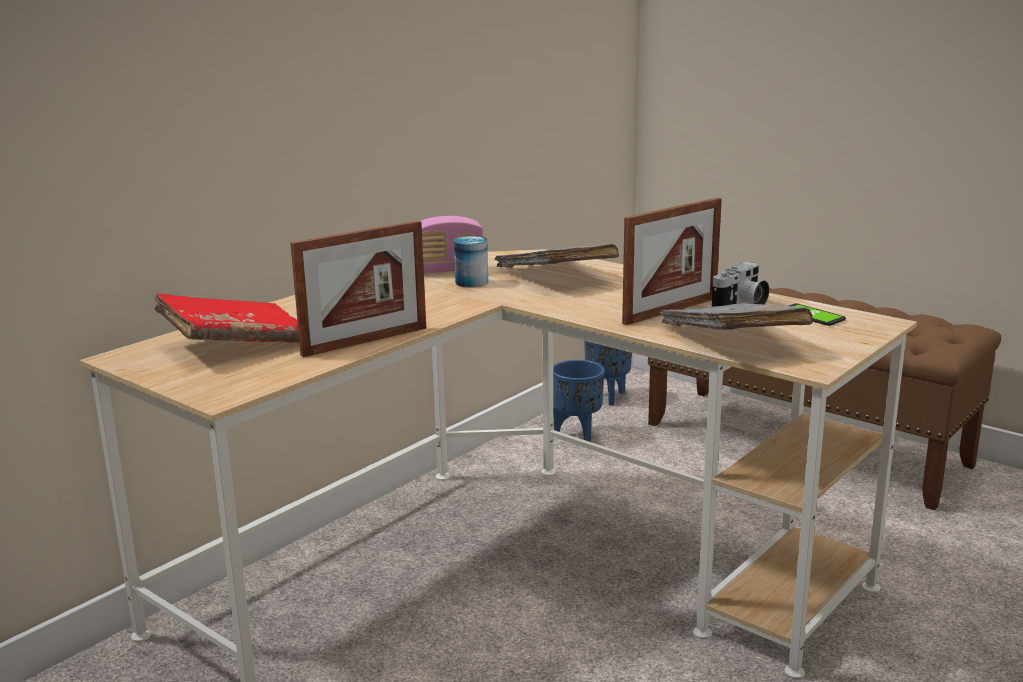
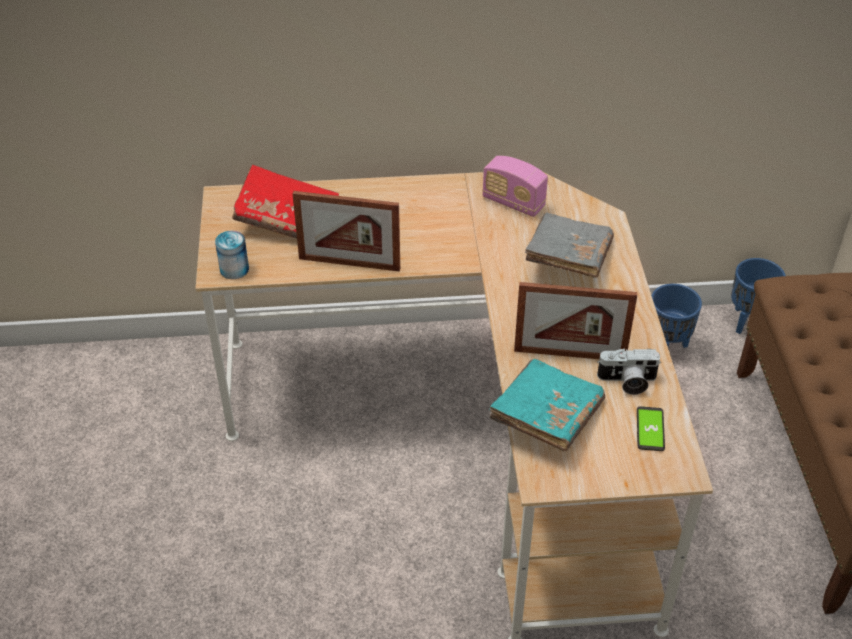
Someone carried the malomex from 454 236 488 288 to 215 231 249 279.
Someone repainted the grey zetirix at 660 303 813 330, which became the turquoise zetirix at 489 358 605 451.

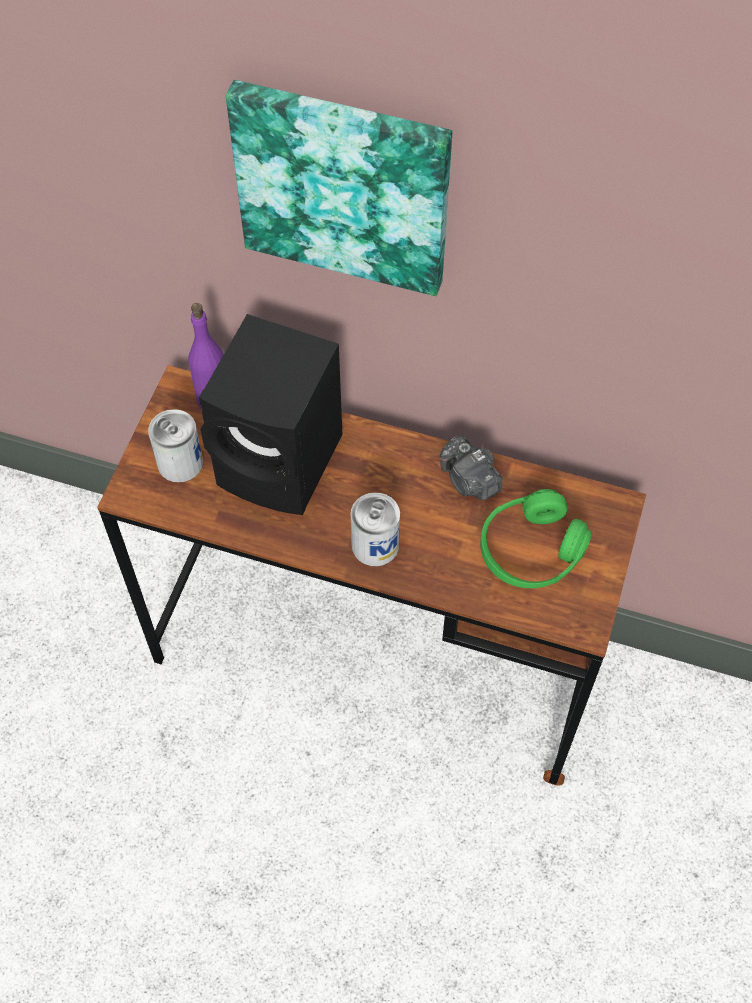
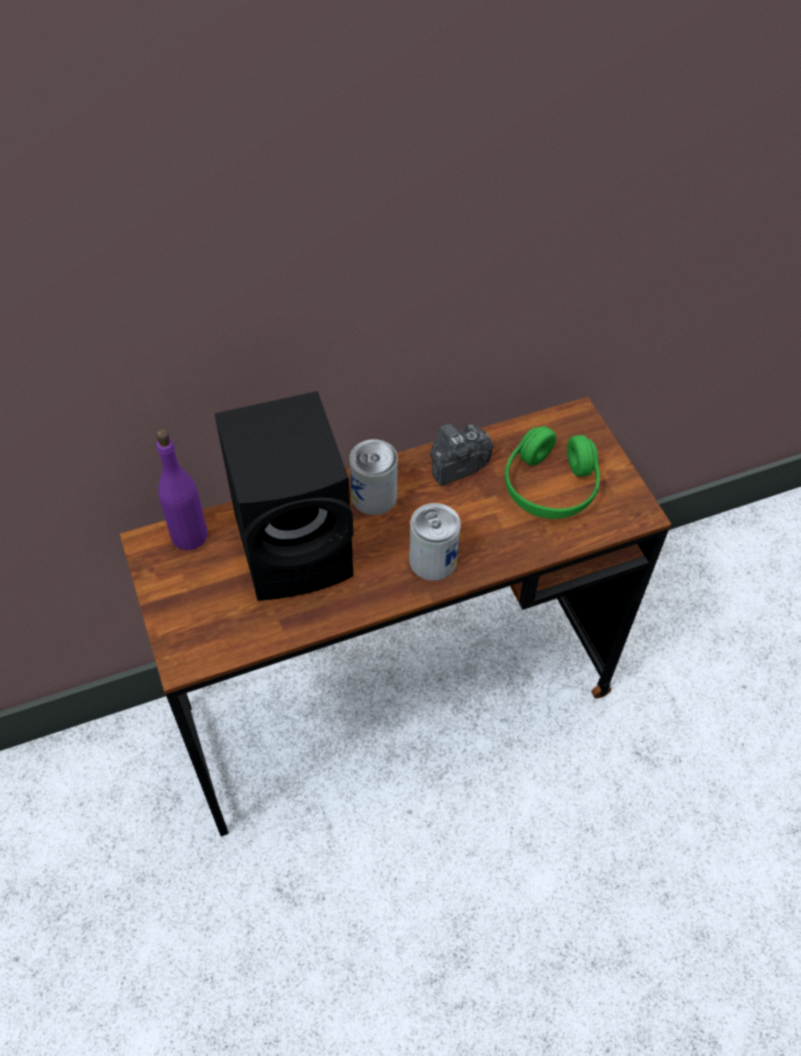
Someone took away the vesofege at 226 80 452 296.
Someone carried the malomex from 148 409 203 483 to 350 439 398 515.
Someone rotated the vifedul at 440 435 502 500 by 135 degrees clockwise.

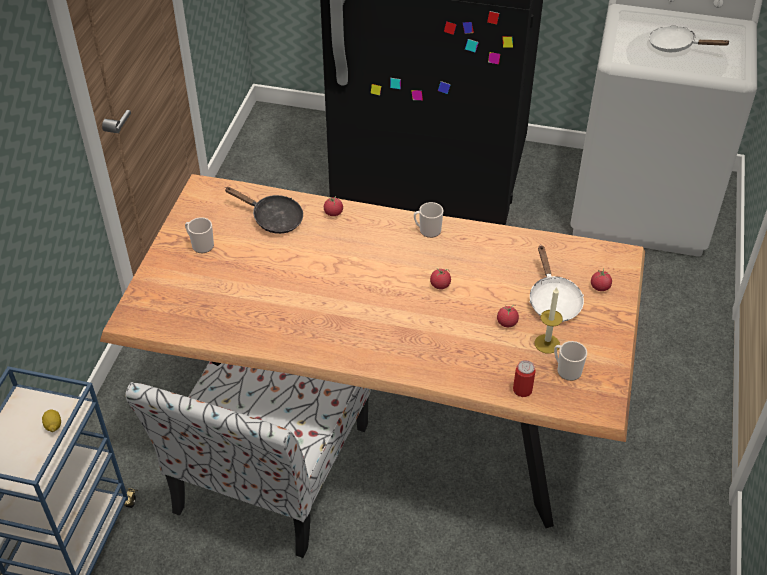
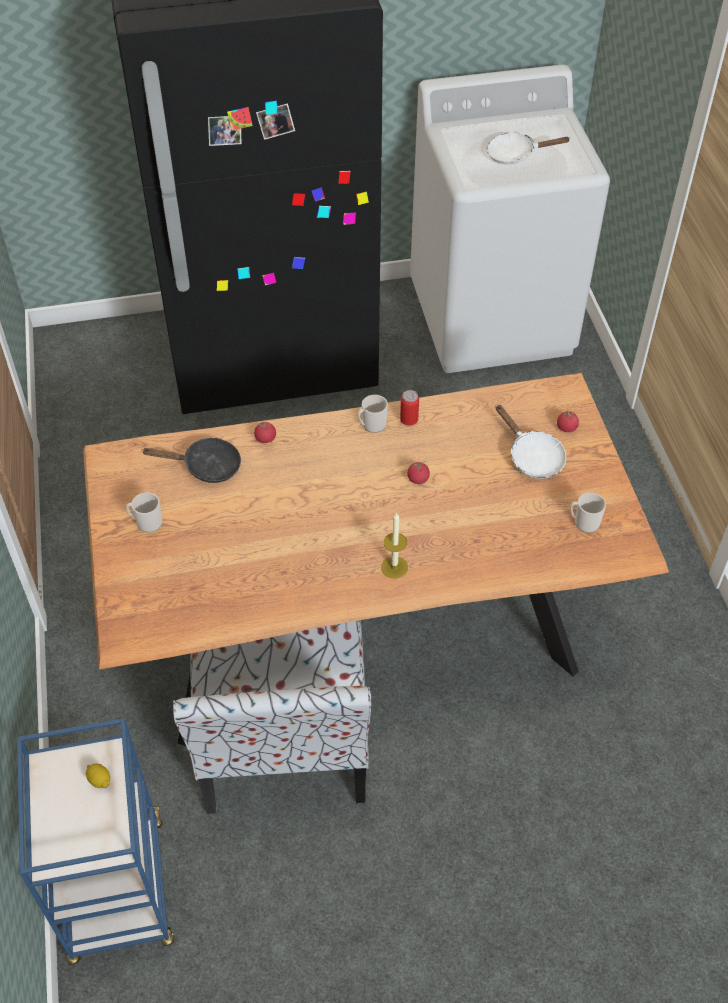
Someone took away the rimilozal at 497 305 519 327.
Someone carried the malomex from 513 360 536 397 to 400 390 419 426.
Someone carried the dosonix from 535 287 563 354 to 381 512 408 578.

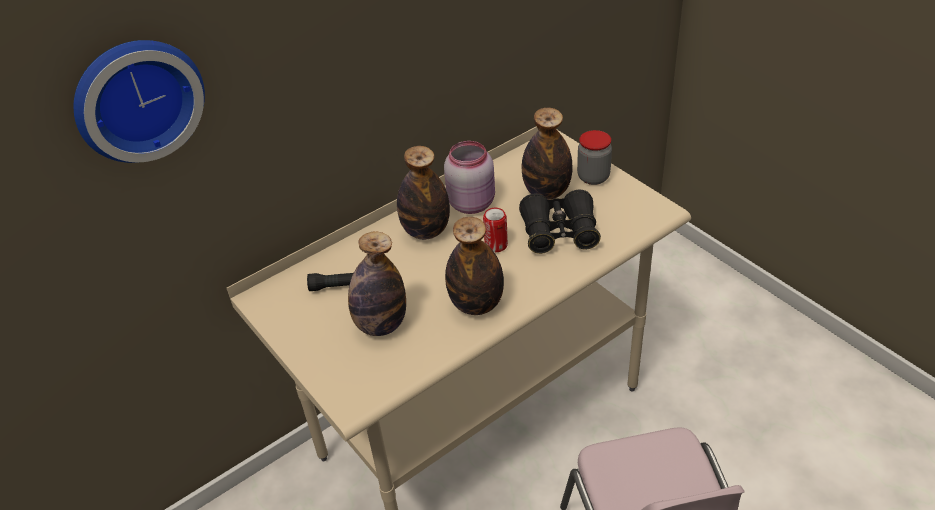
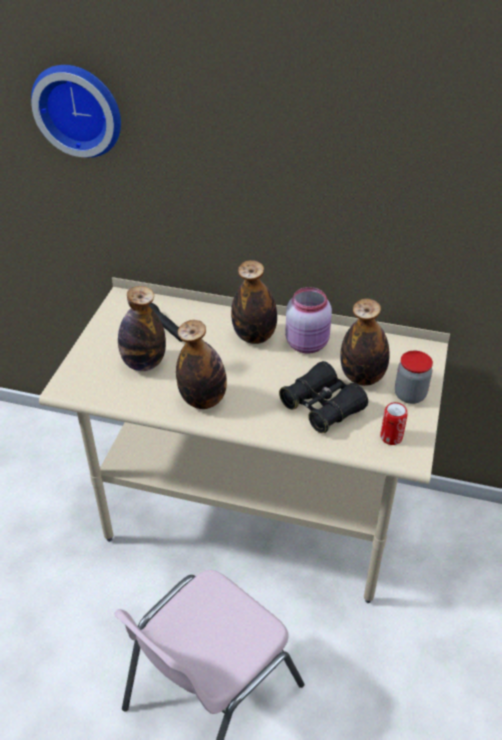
Someone carried the malomex from 483 208 508 252 to 380 402 408 445.

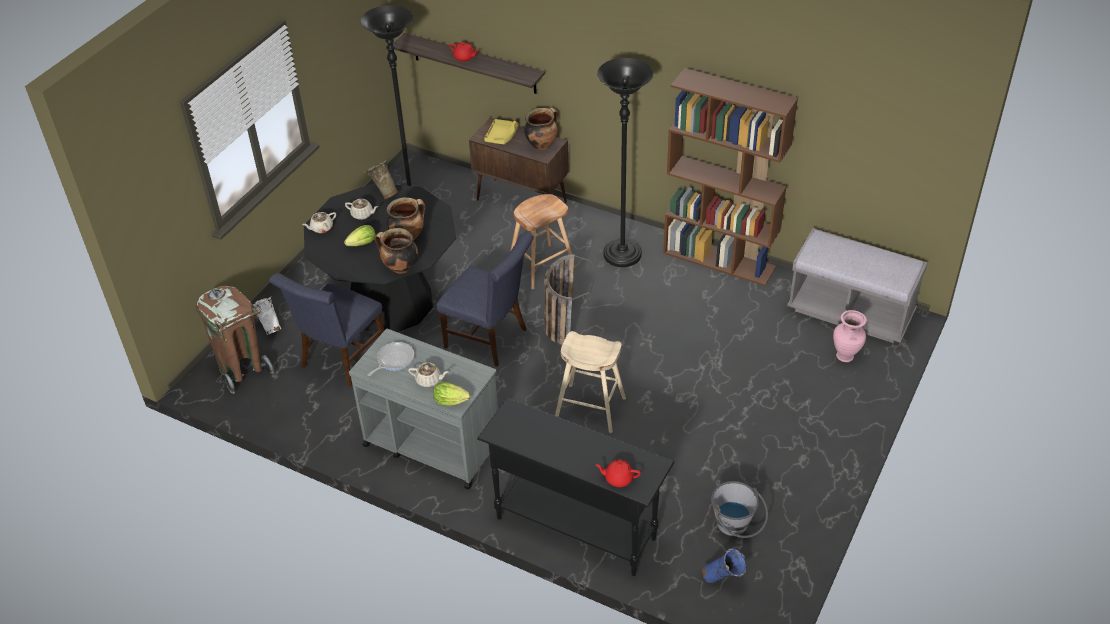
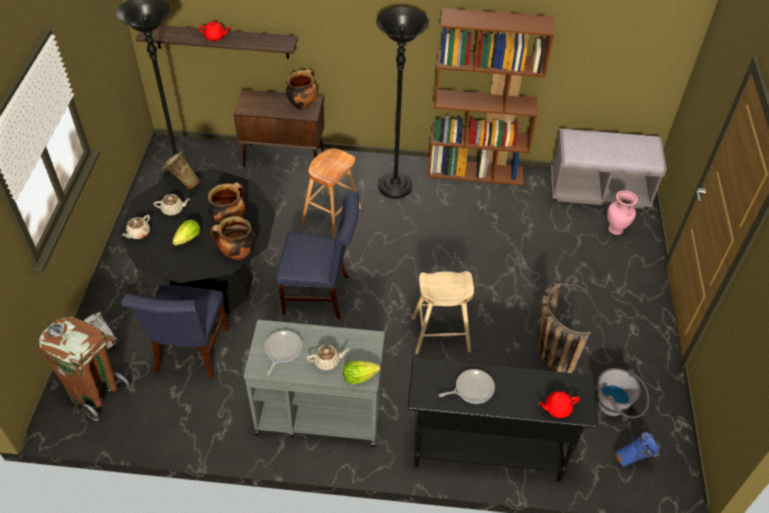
Someone took away the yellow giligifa at 484 119 519 144.
Someone put down the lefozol at 439 369 495 404.
Someone carried the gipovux from 544 254 595 345 to 539 283 602 373.

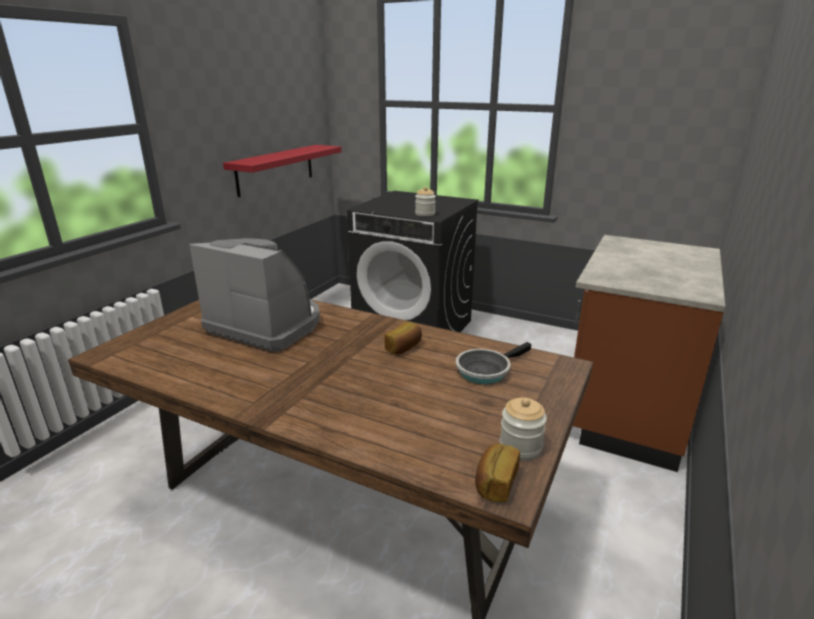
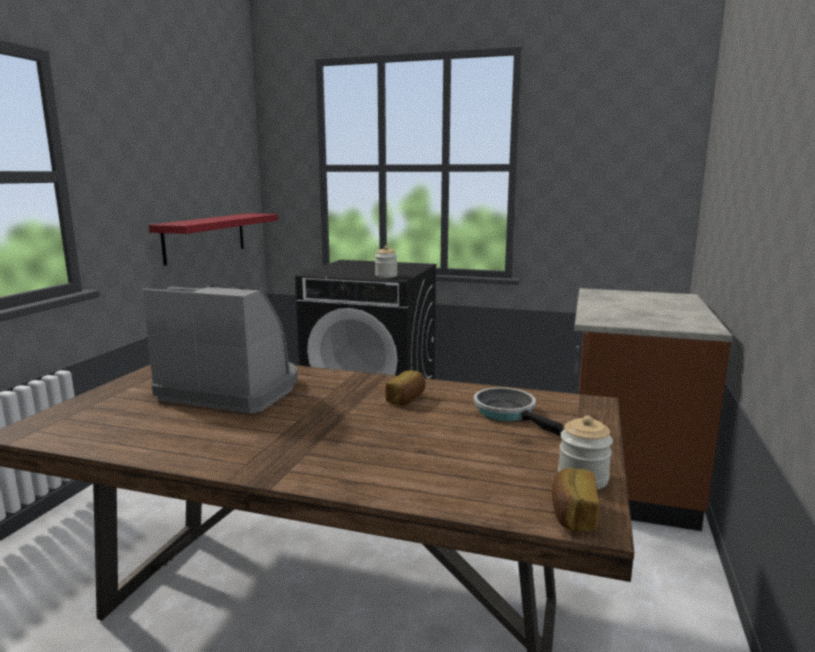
Someone rotated the lefozol at 456 342 531 384 by 105 degrees clockwise.

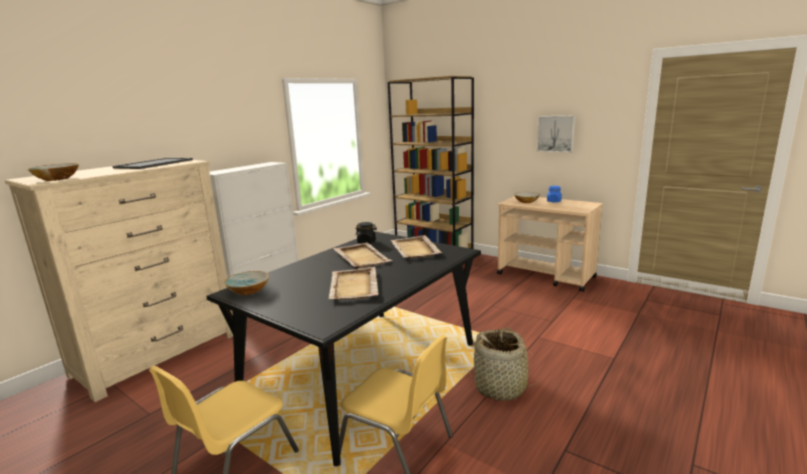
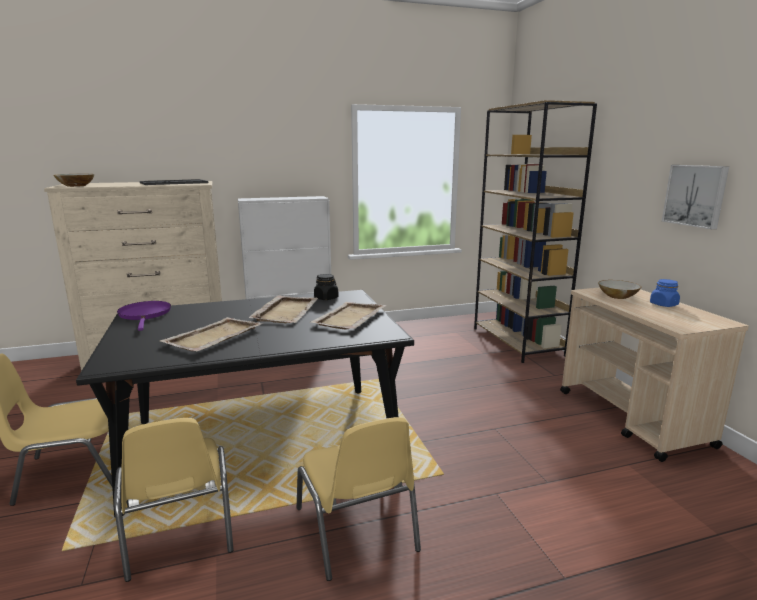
Someone swapped the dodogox at 224 271 269 295 for the purple lefozol at 117 301 171 331.
Someone swapped the gipovux at 468 327 541 401 for the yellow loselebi at 297 417 421 581.

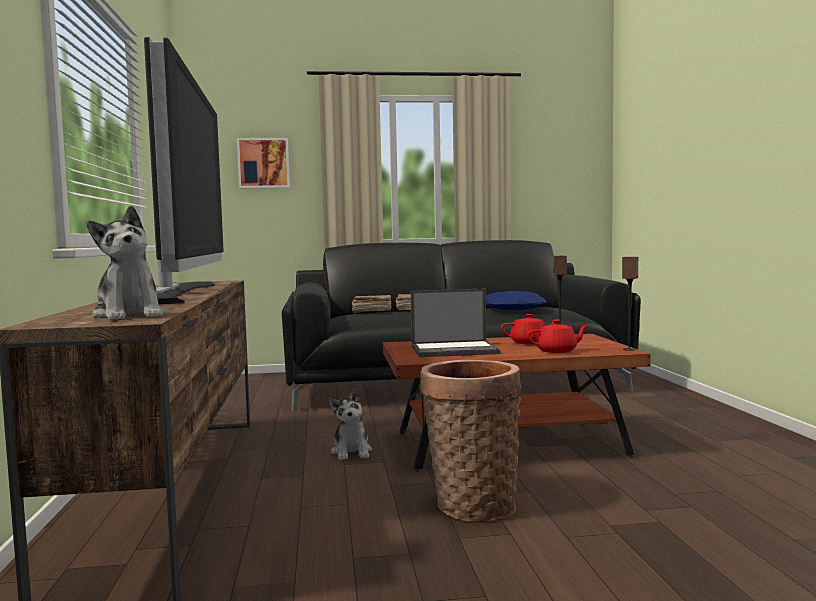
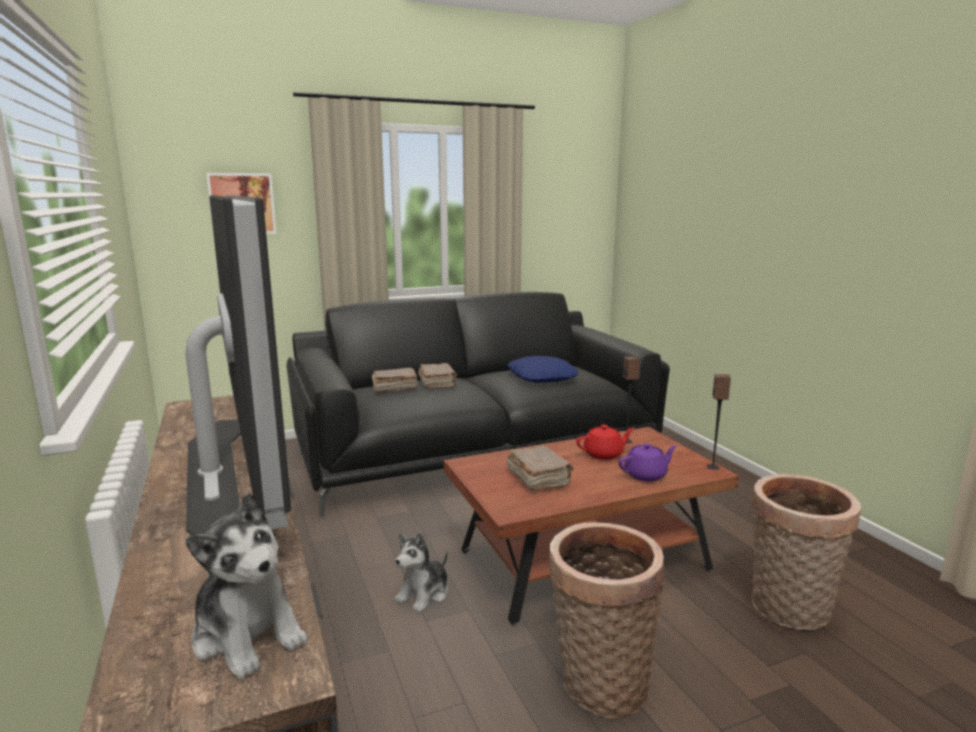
Someone put down the gipovux at 752 474 861 630.
Someone swapped the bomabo at 411 289 500 357 for the brown zetirix at 506 445 574 491.
Someone repainted the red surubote at 527 320 589 353, which became the purple surubote at 618 443 677 482.
Someone rotated the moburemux at 329 389 372 460 by 60 degrees clockwise.

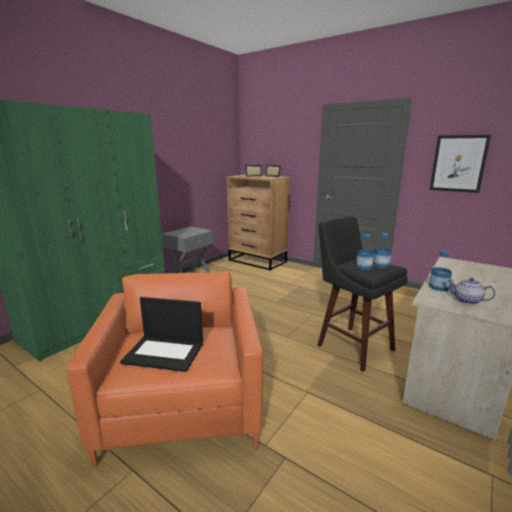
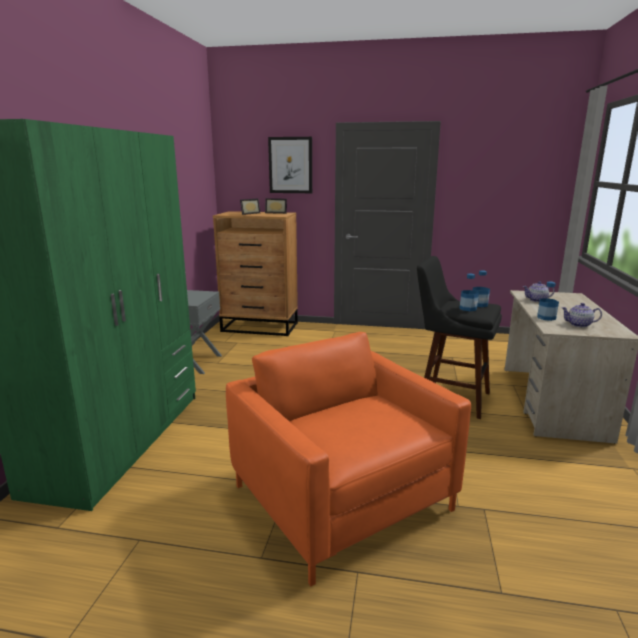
Someone took away the bomabo at 120 297 203 372.
Someone put down the surubote at 523 281 555 302.
Someone carried the vesofege from 430 135 491 193 to 268 137 312 193.

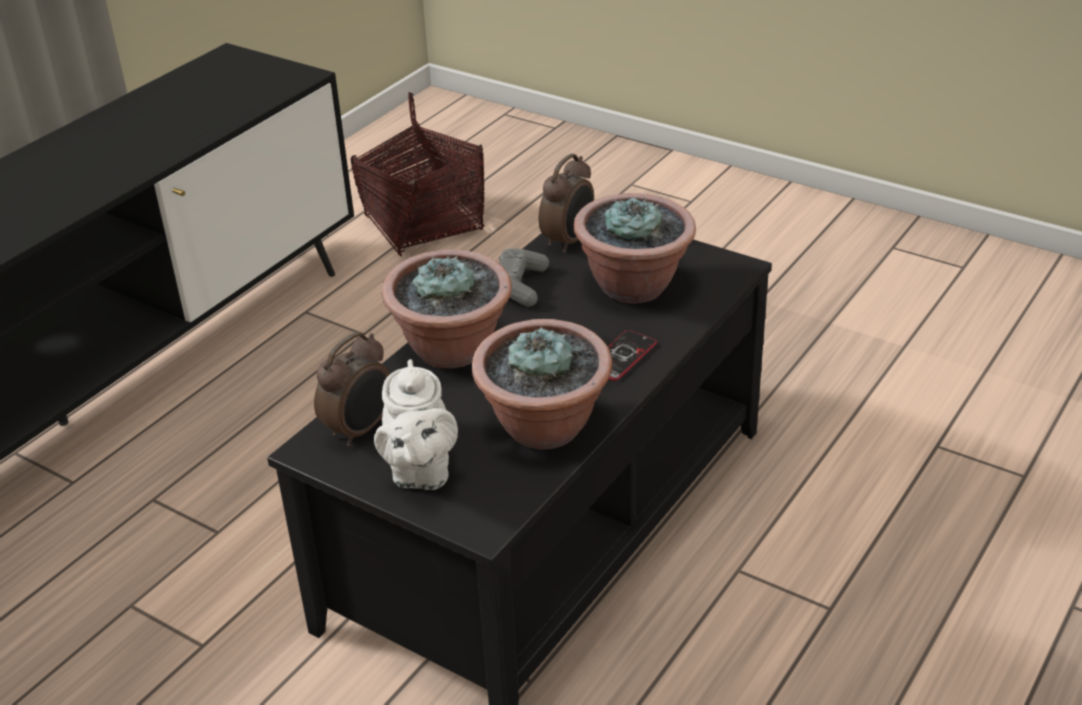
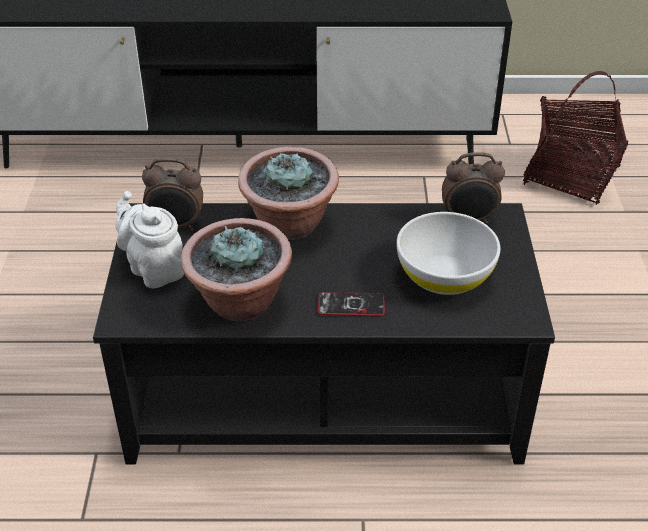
Someone took away the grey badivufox at 499 248 549 307.
Someone swapped the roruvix at 573 193 696 304 for the white dodogox at 397 212 501 295.
Someone rotated the white surubote at 374 359 458 490 by 90 degrees clockwise.

